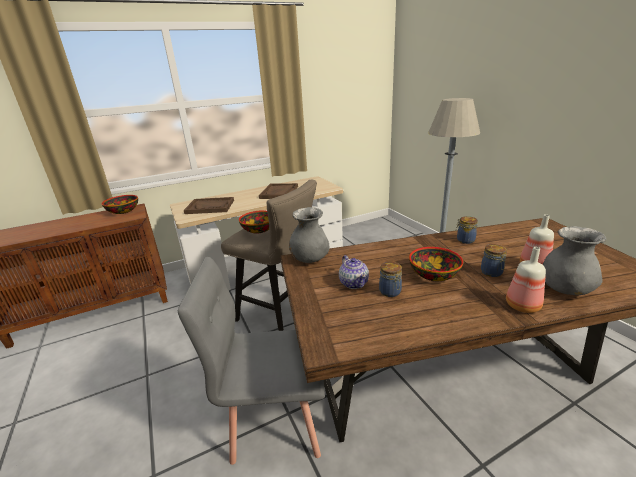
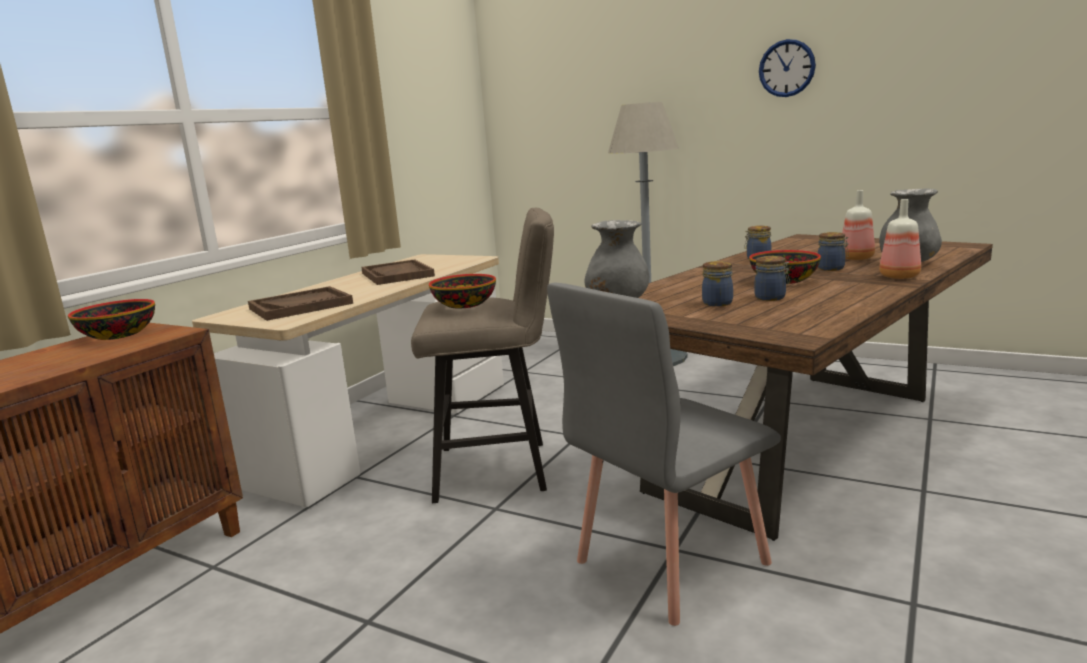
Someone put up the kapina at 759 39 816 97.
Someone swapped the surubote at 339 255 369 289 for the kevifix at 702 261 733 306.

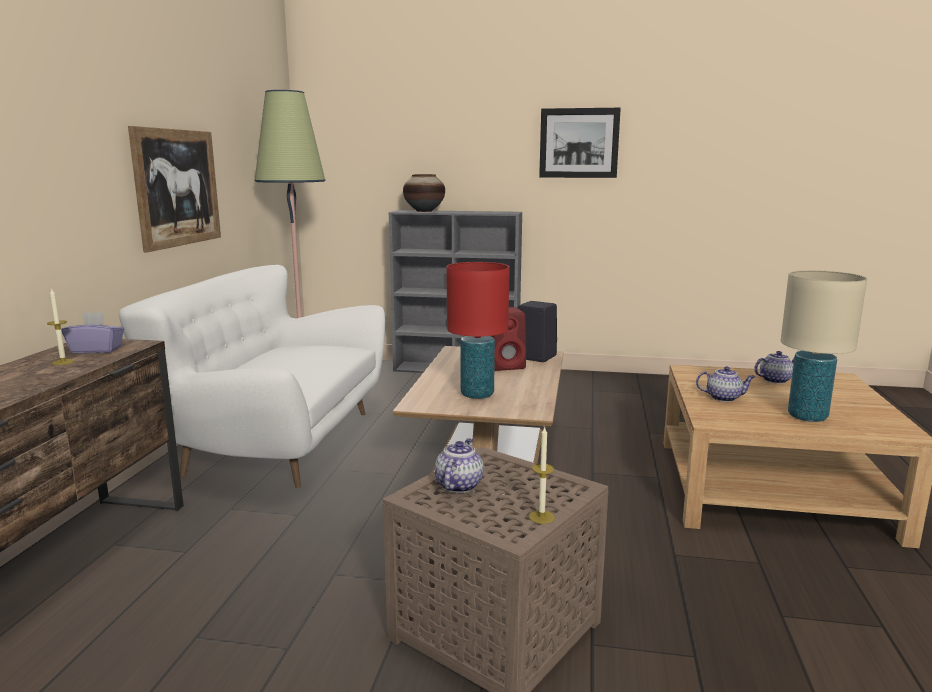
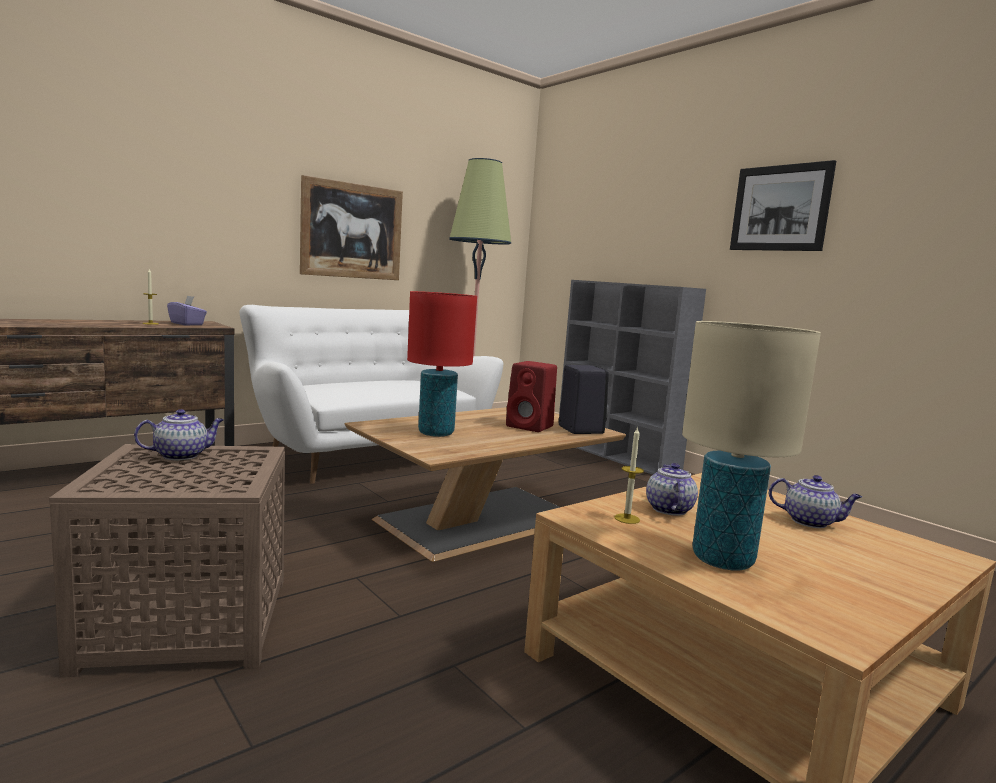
Someone took away the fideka at 403 174 445 212.
Someone carried the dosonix from 529 426 555 524 to 615 426 644 524.
Someone rotated the surubote at 696 366 755 402 by 135 degrees counterclockwise.

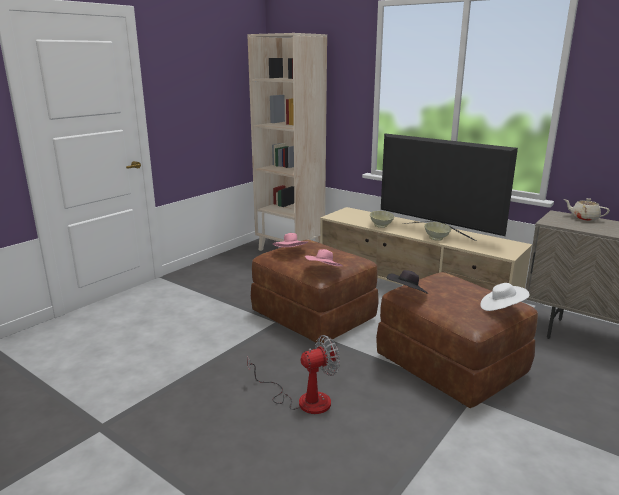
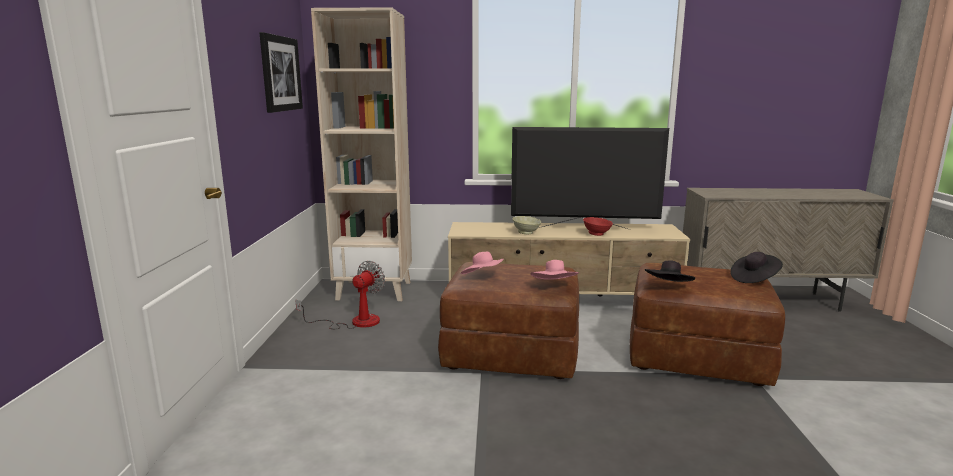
Someone took away the beige surubote at 564 198 610 221.
Someone put up the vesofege at 259 32 303 113.
Someone carried the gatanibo from 247 335 340 414 to 295 261 385 329.
Someone repainted the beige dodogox at 424 222 451 241, which became the red dodogox at 583 217 613 236.
Someone repainted the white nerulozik at 481 283 530 311, which became the black nerulozik at 730 252 783 283.

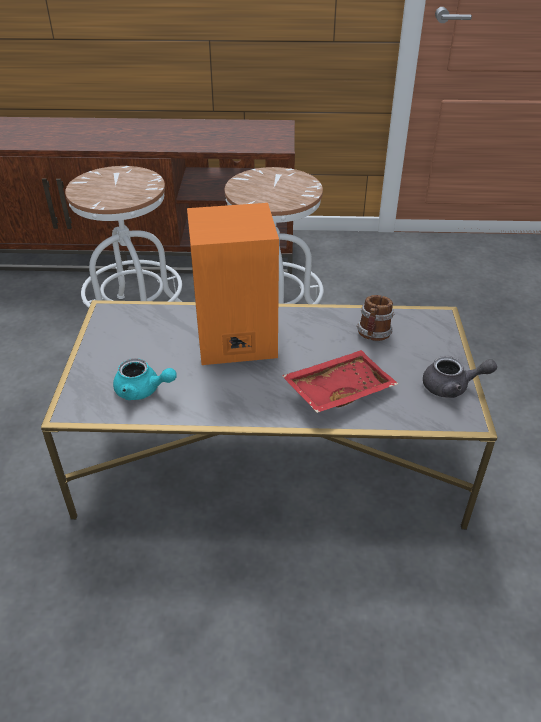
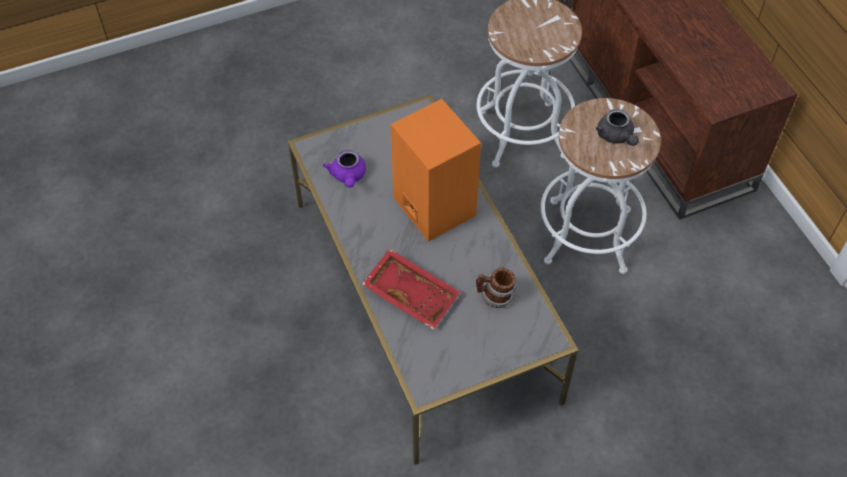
Someone carried the grey surubote from 423 356 497 398 to 596 109 639 146.
Someone repainted the turquoise surubote at 113 358 177 400, which became the purple surubote at 323 150 366 188.

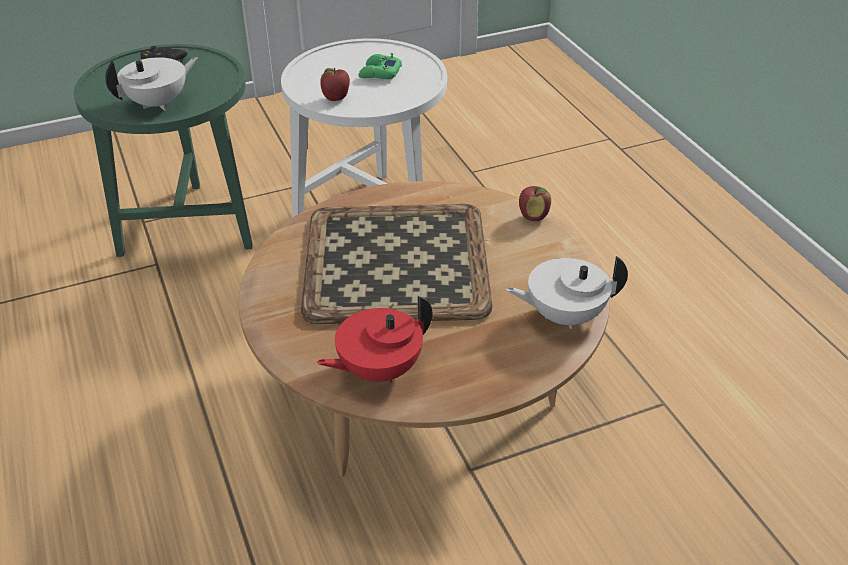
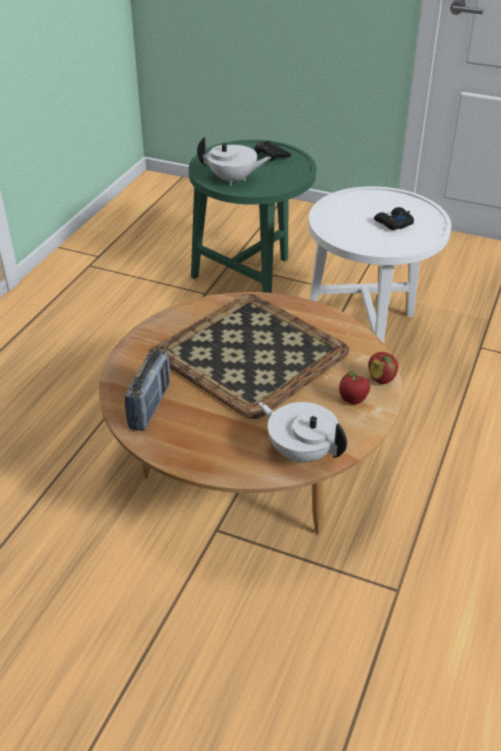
Someone carried the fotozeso from 320 68 350 101 to 339 371 370 404.
Someone swapped the red surubote at 317 296 432 383 for the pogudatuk at 125 348 170 431.
Someone repainted the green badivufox at 358 53 402 79, which became the black badivufox at 374 207 414 230.

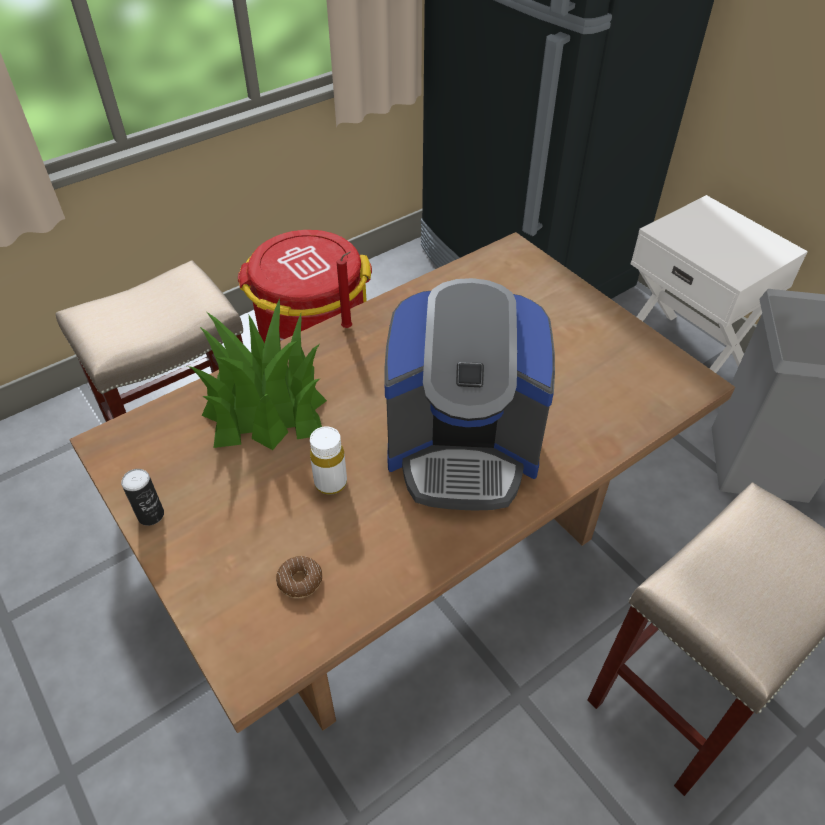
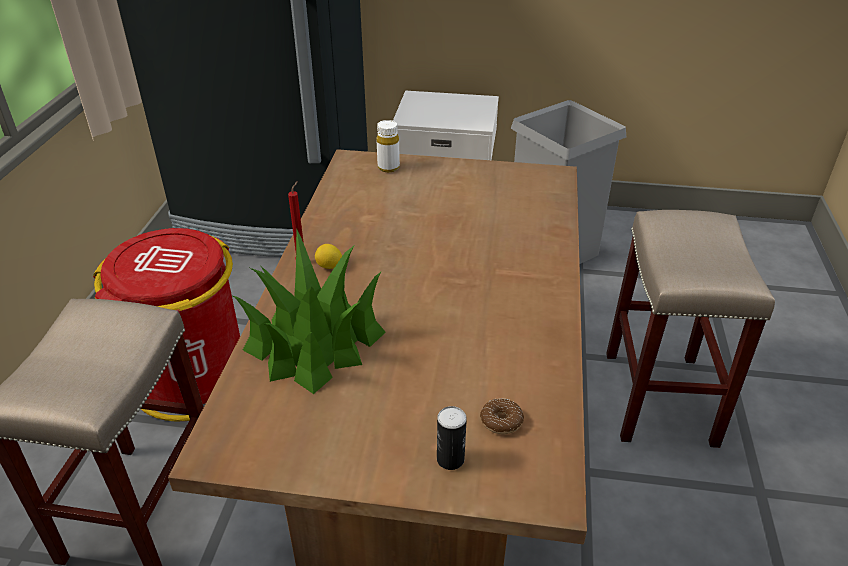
Someone took away the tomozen at 384 278 555 511.
Someone put down the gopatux at 315 244 342 269.
Someone carried the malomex from 121 469 164 526 to 437 406 467 470.
Someone carried the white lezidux from 310 426 347 494 to 376 120 400 172.

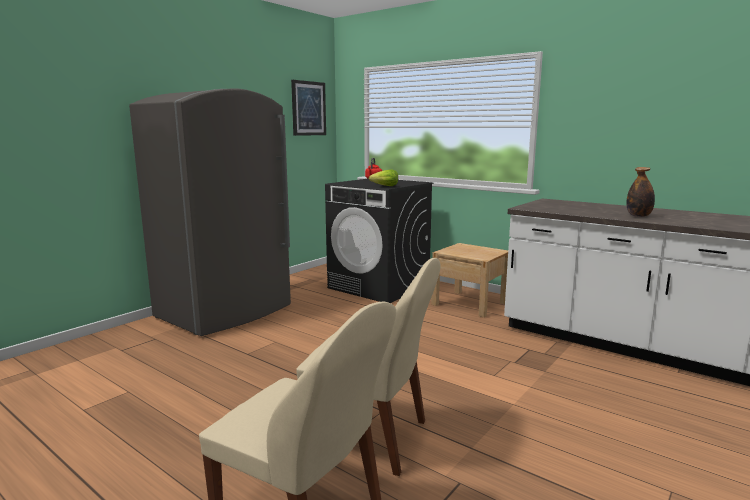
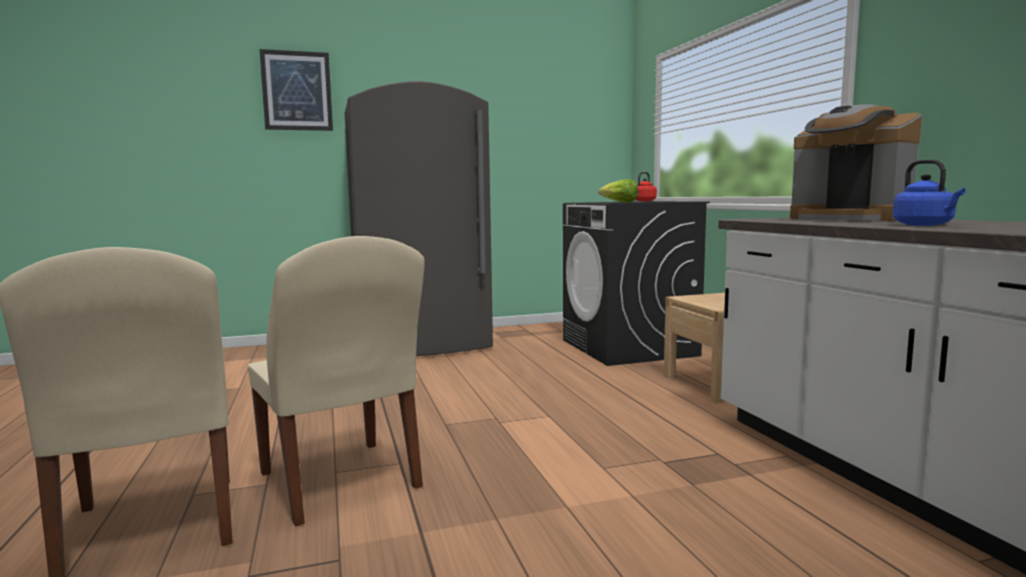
Someone put down the tomozen at 790 104 922 221.
Someone carried the vesofege from 291 80 326 136 to 260 49 333 131.
Someone swapped the lezidux at 627 167 655 217 for the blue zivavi at 893 159 965 226.

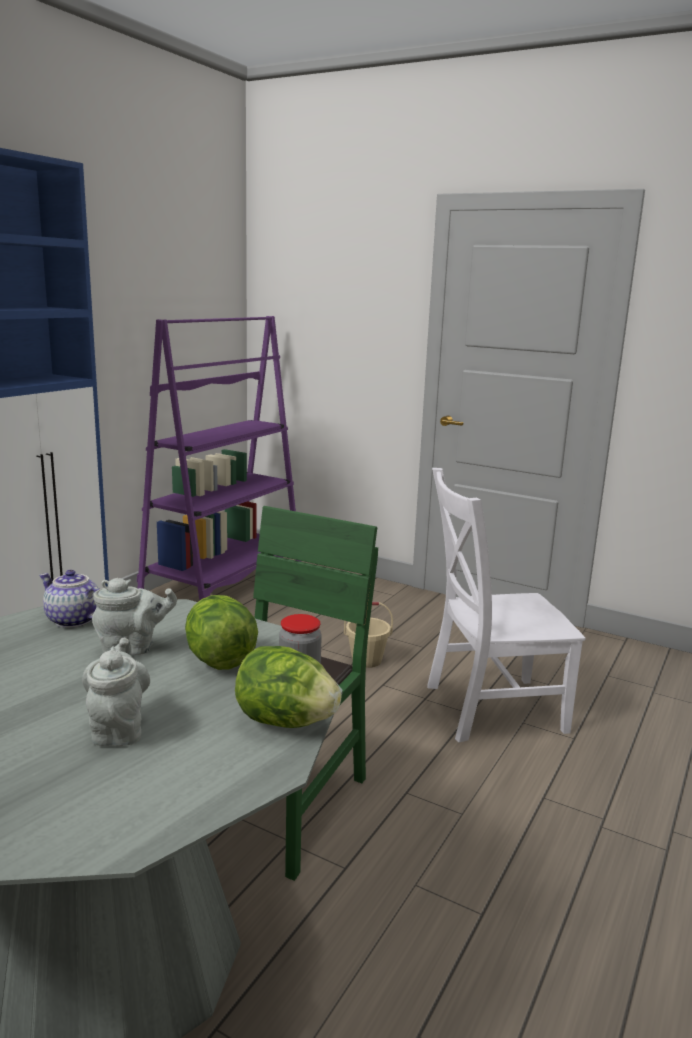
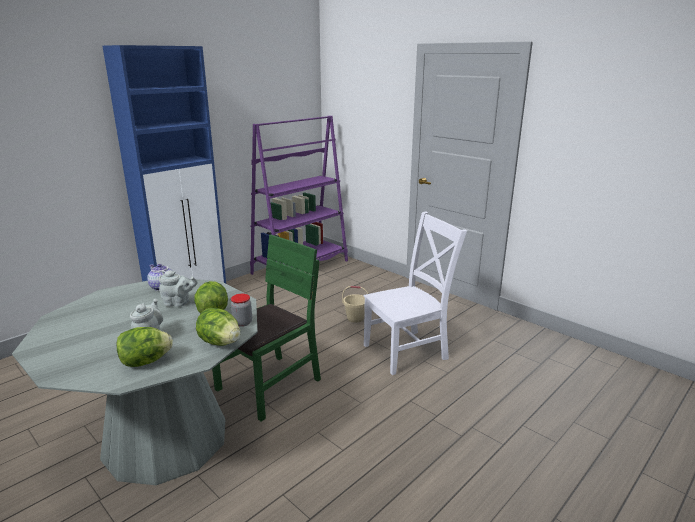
Someone put down the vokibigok at 116 327 173 367.
Someone rotated the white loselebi at 427 468 585 742 by 150 degrees clockwise.

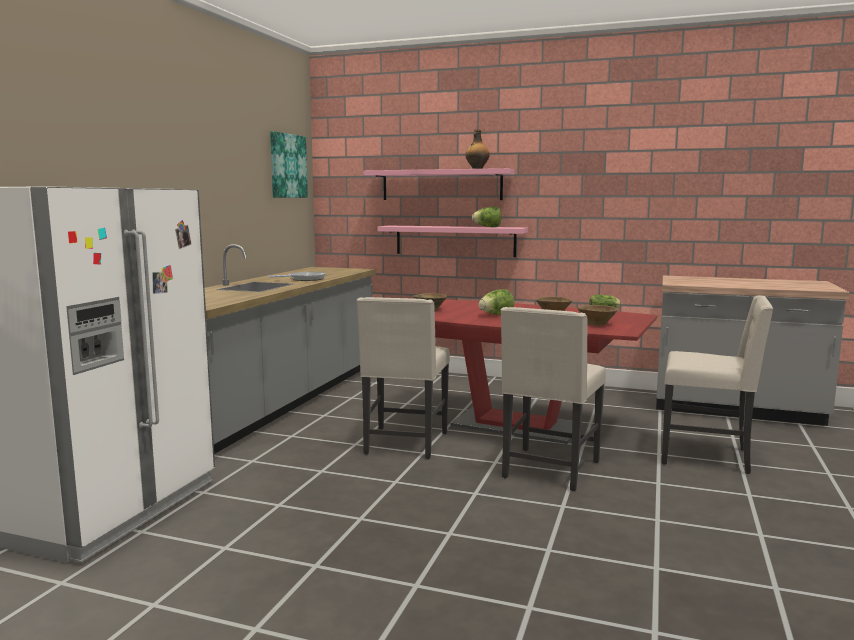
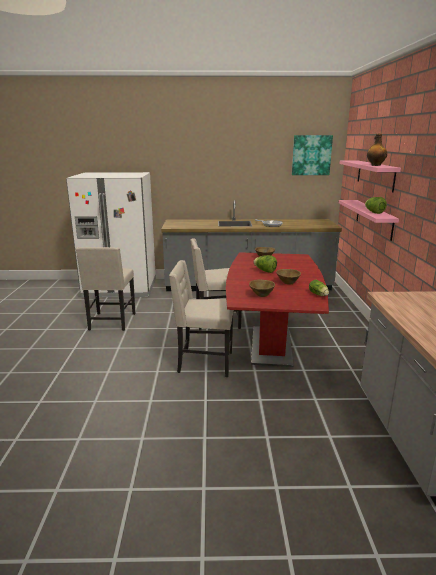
Someone carried the beige loselebi from 662 295 774 474 to 76 247 135 331.

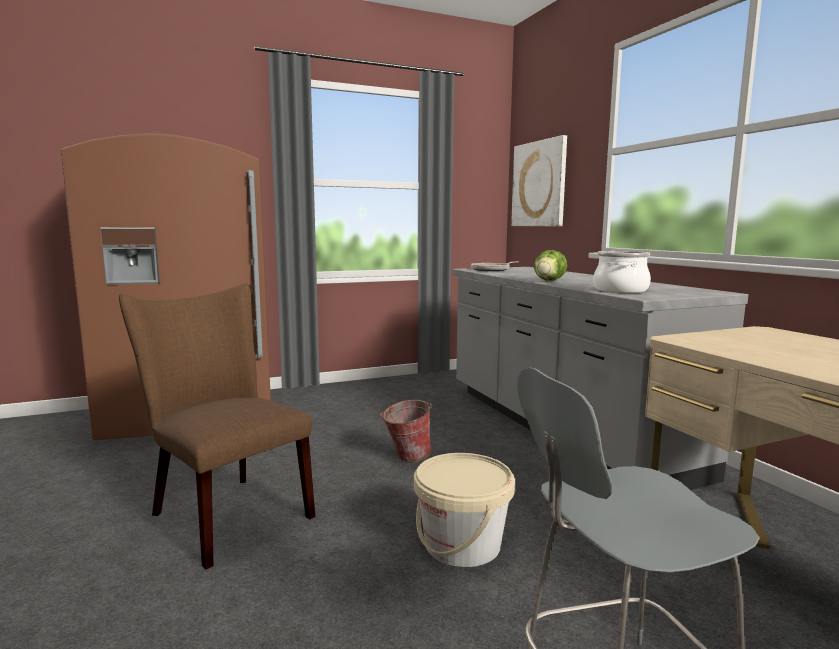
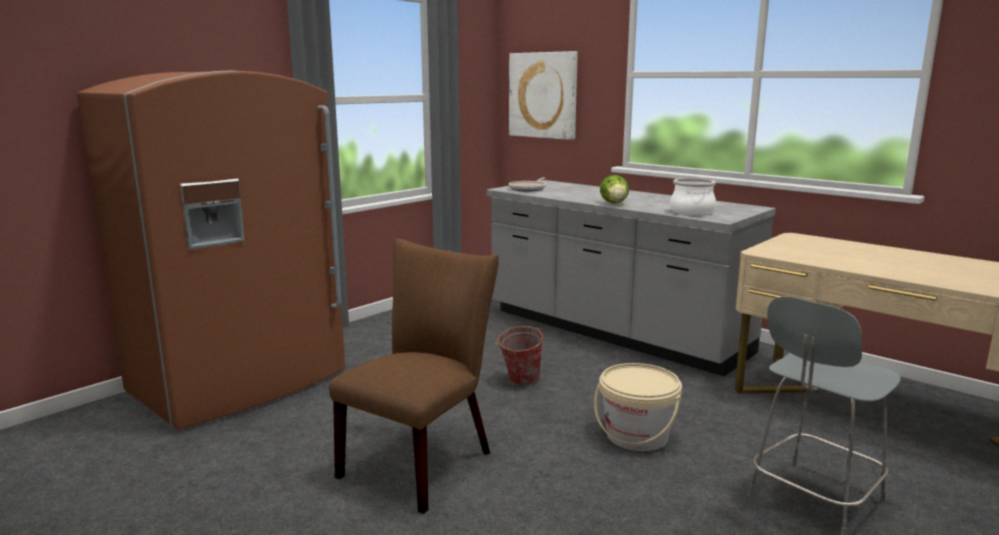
Someone rotated the brown loselebi at 119 284 315 569 by 105 degrees clockwise.

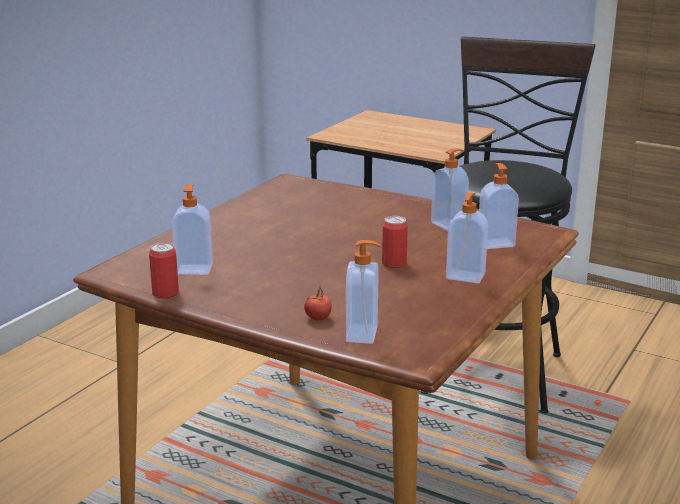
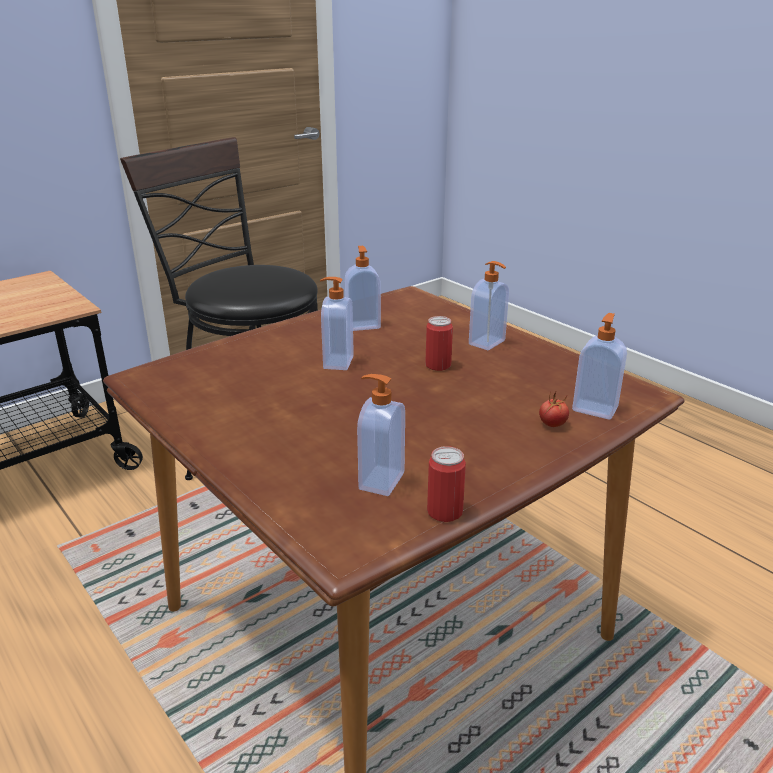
Someone carried the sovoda from 479 163 519 249 to 320 277 354 370.

